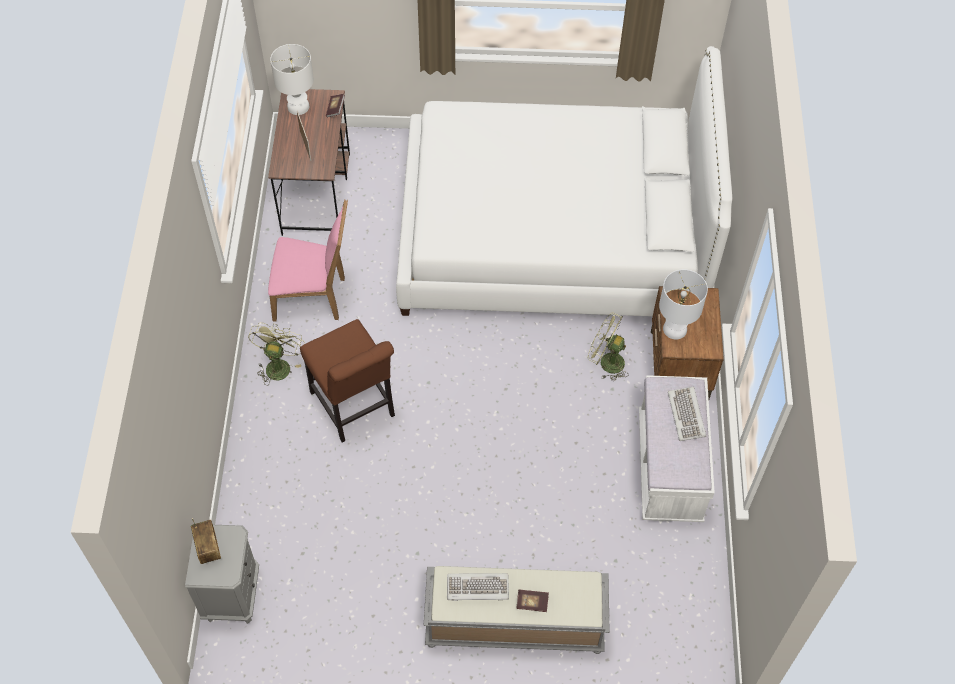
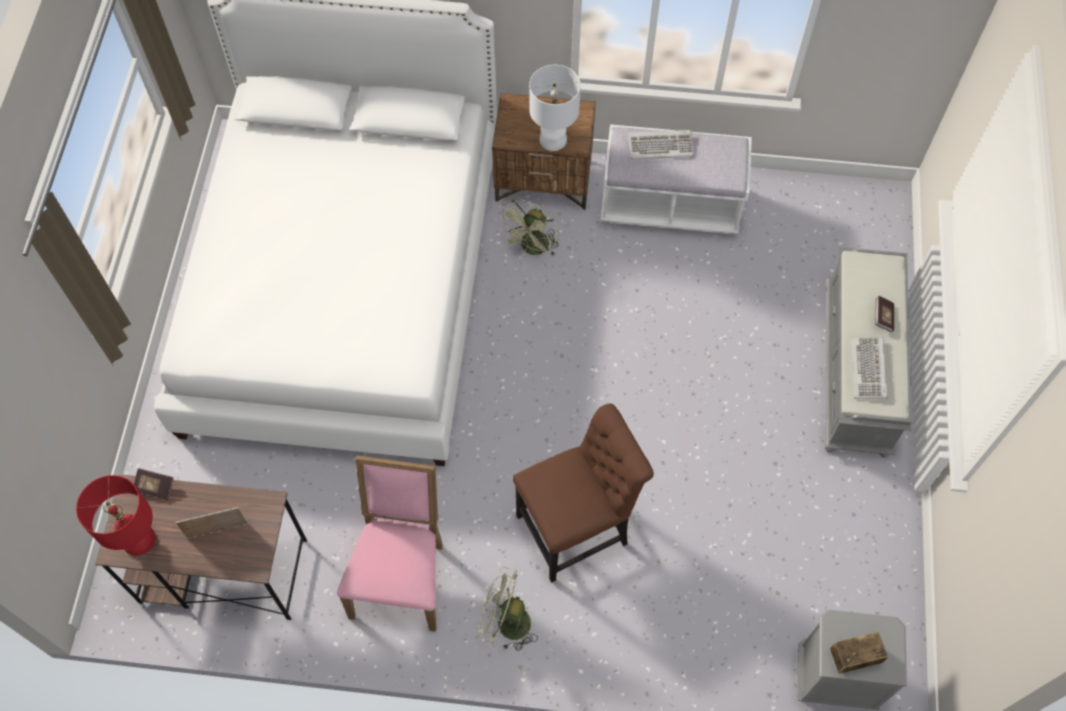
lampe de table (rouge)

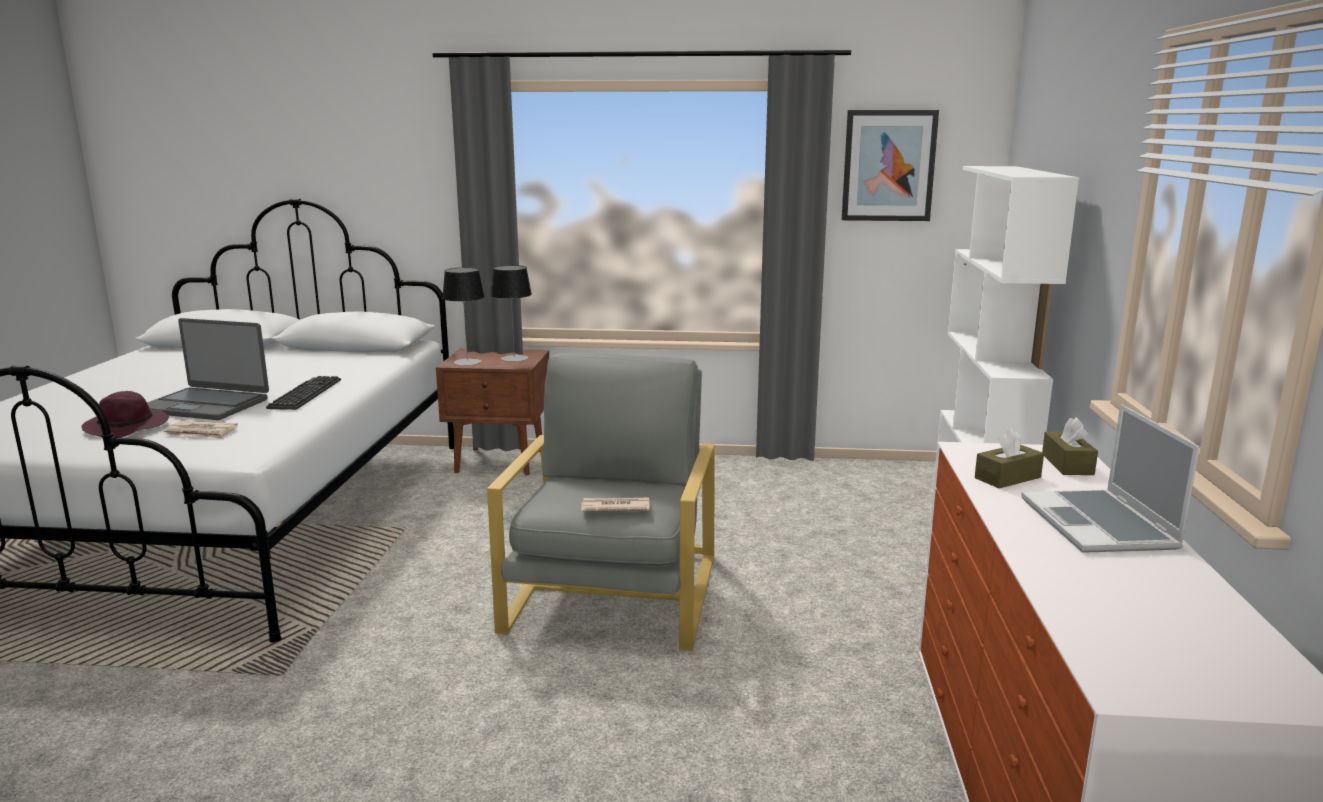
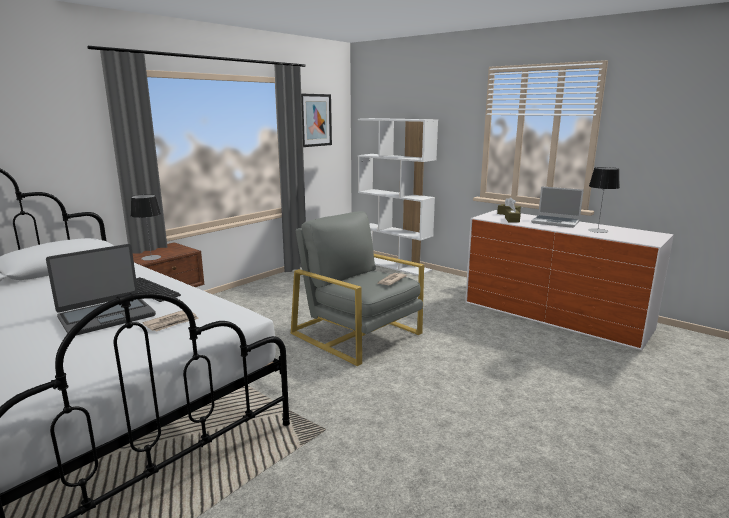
chapeau (violet); lampe de table (no. 2 from left)

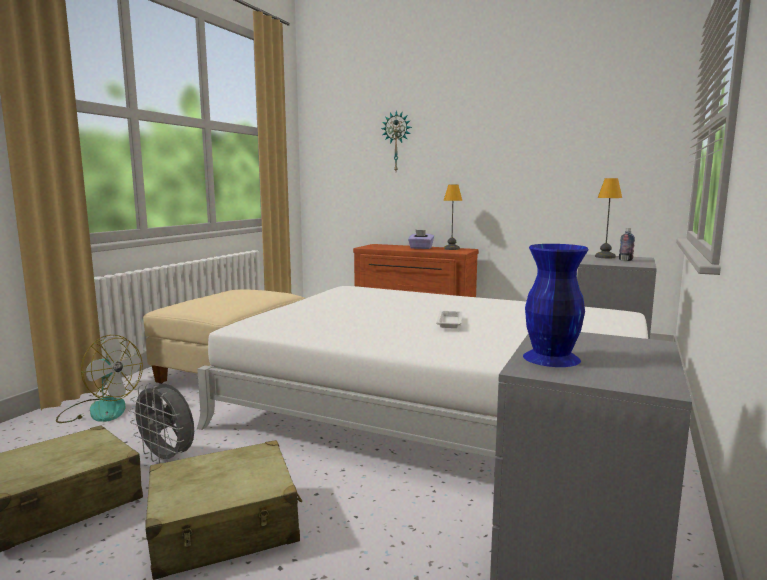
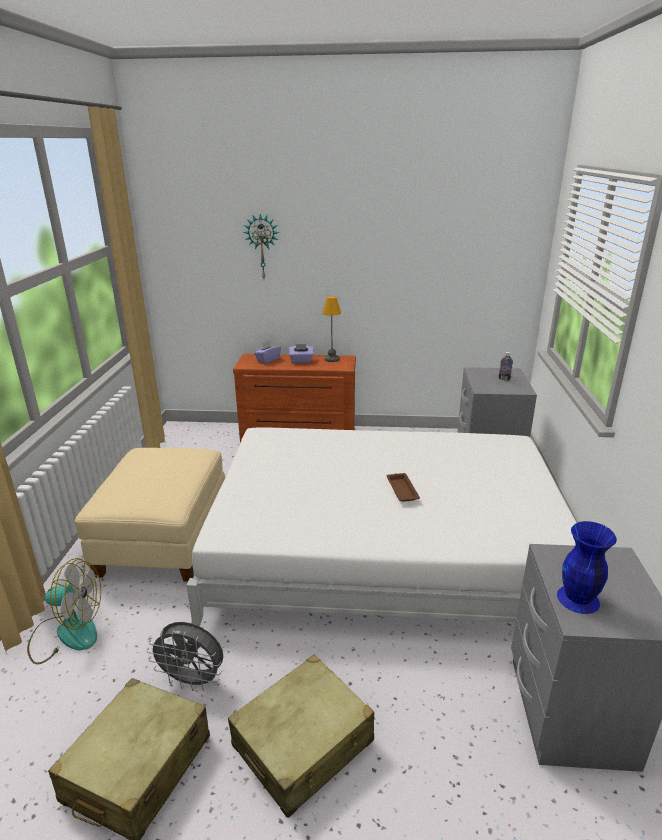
lampe de table (no. 2 from left in the first image); boîte à mouchoirs (violet) (no. 1 from left); plateau (marron)

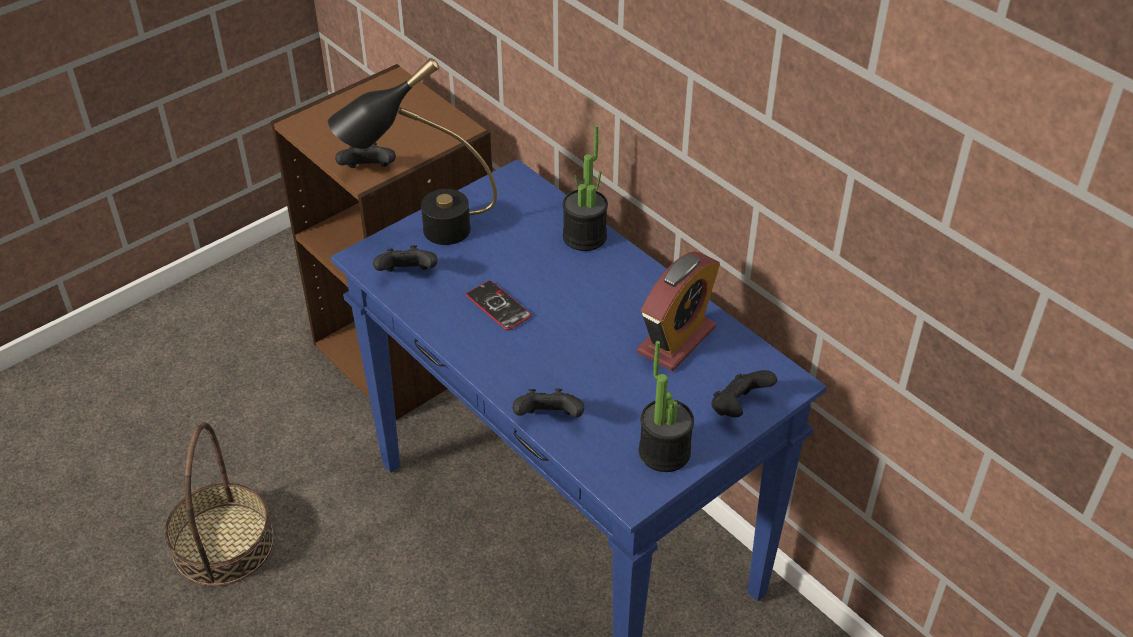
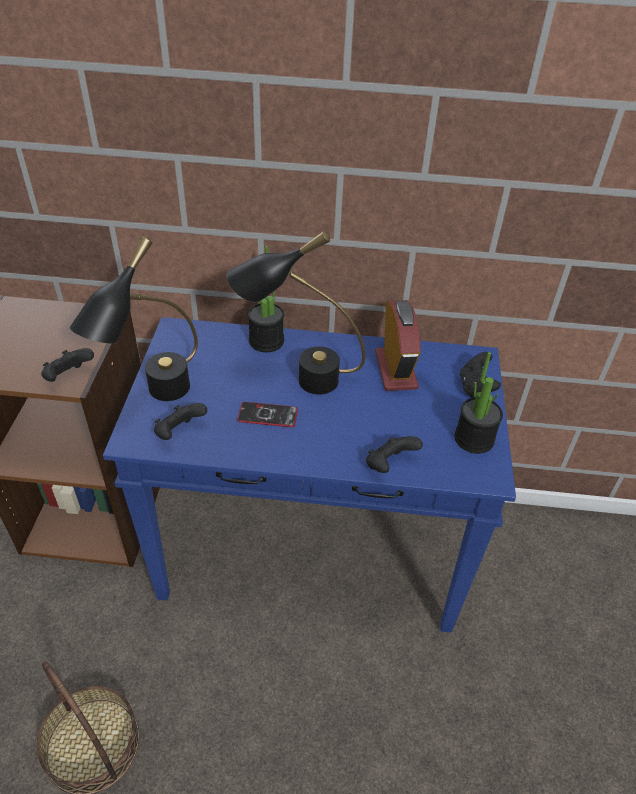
lampe de table (noir) (no. 2 from left)

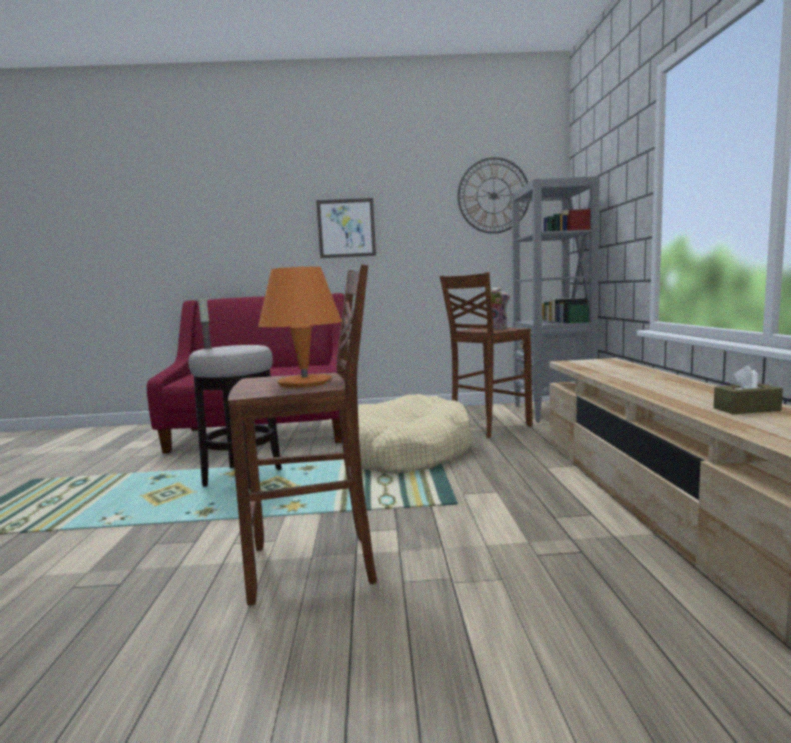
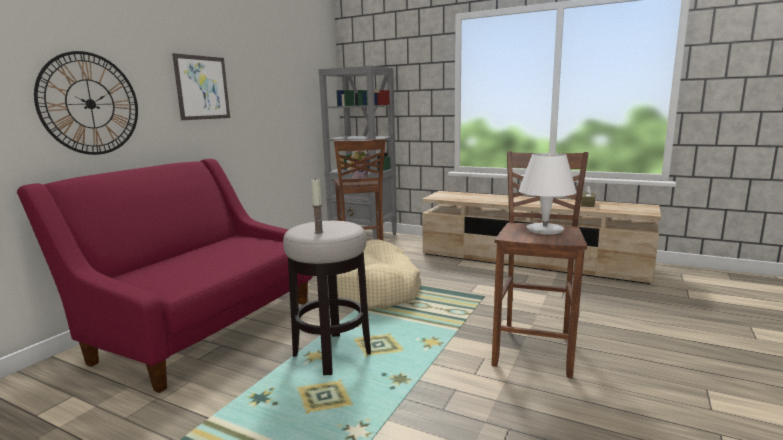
horloge murale; lampe de table (blanc)

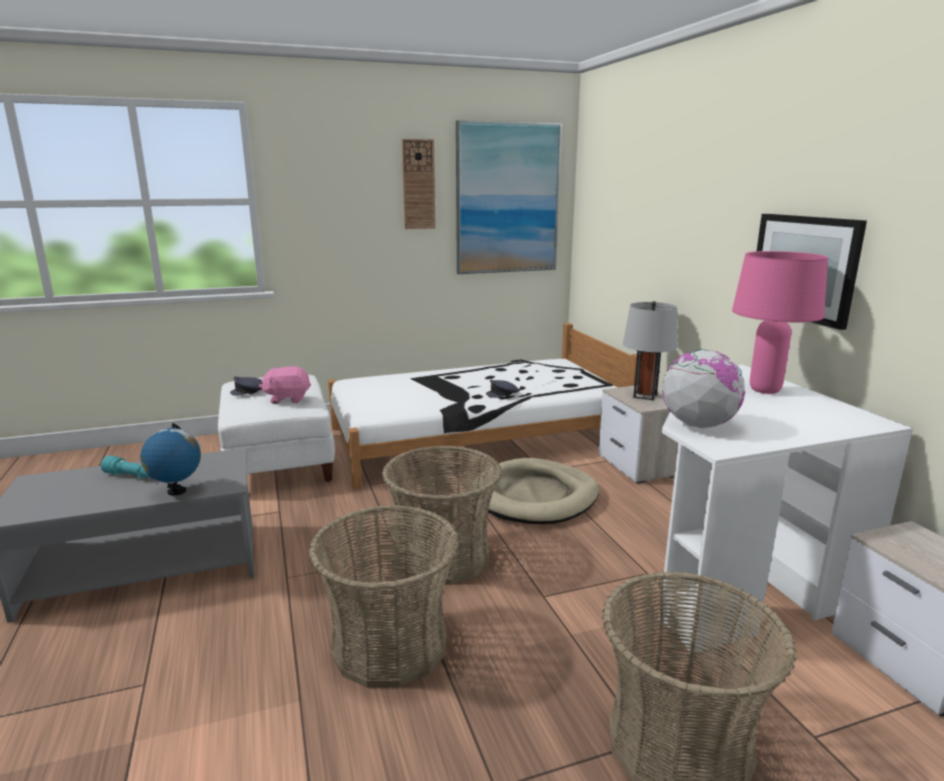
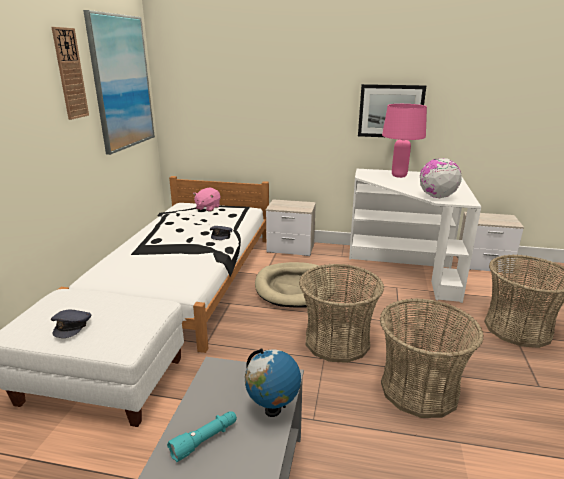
lampe de table (gris); peluche (rose)

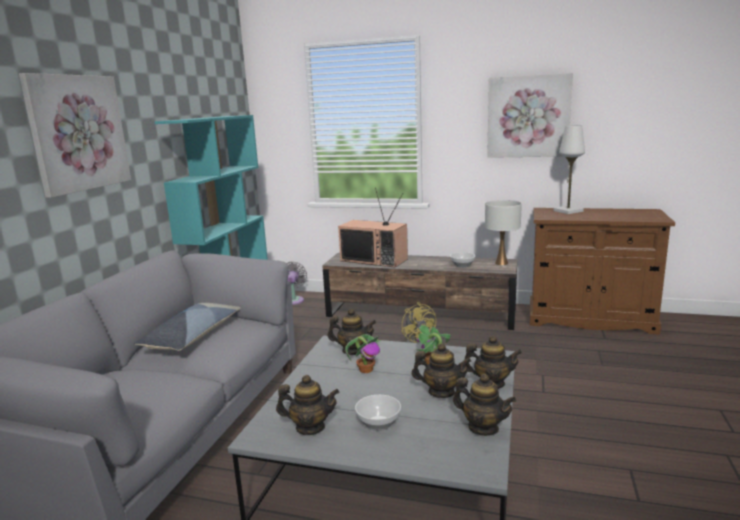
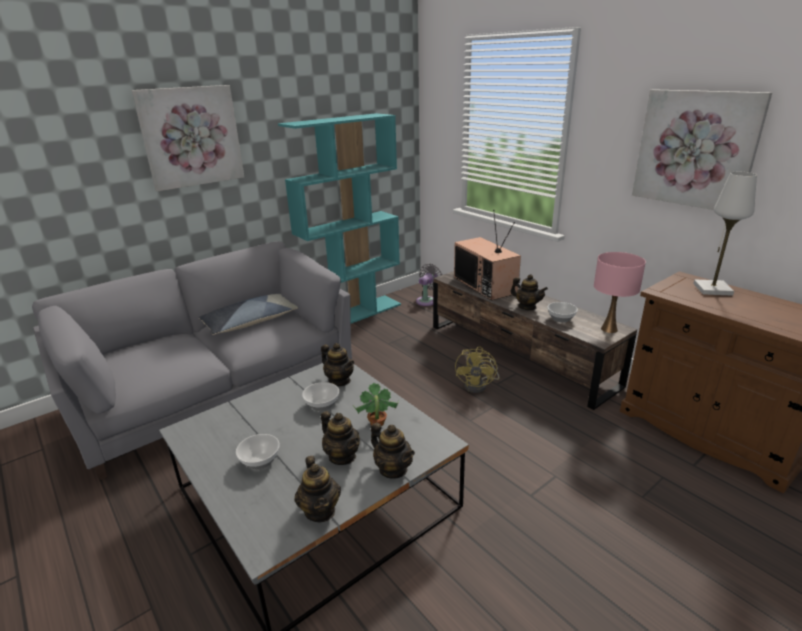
théière (no. 5 from left); bol (no. 2 from left); lampe de table (rose)

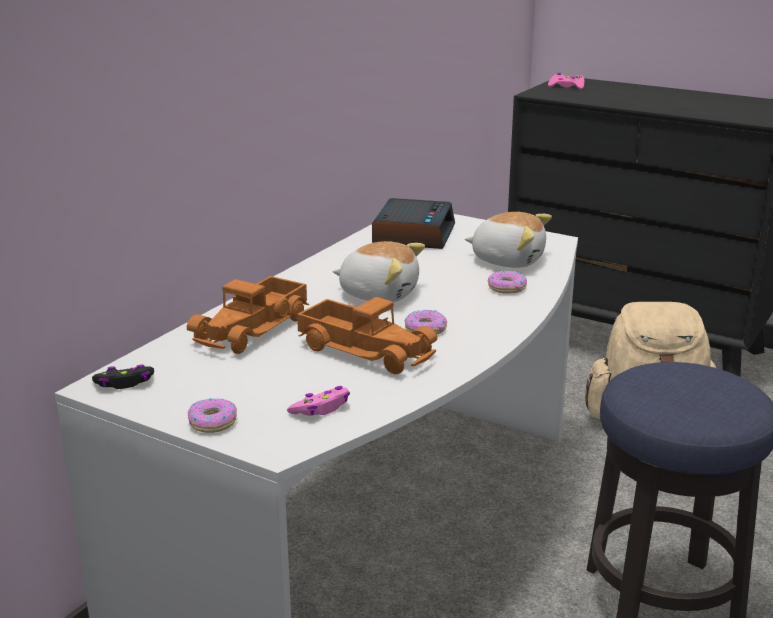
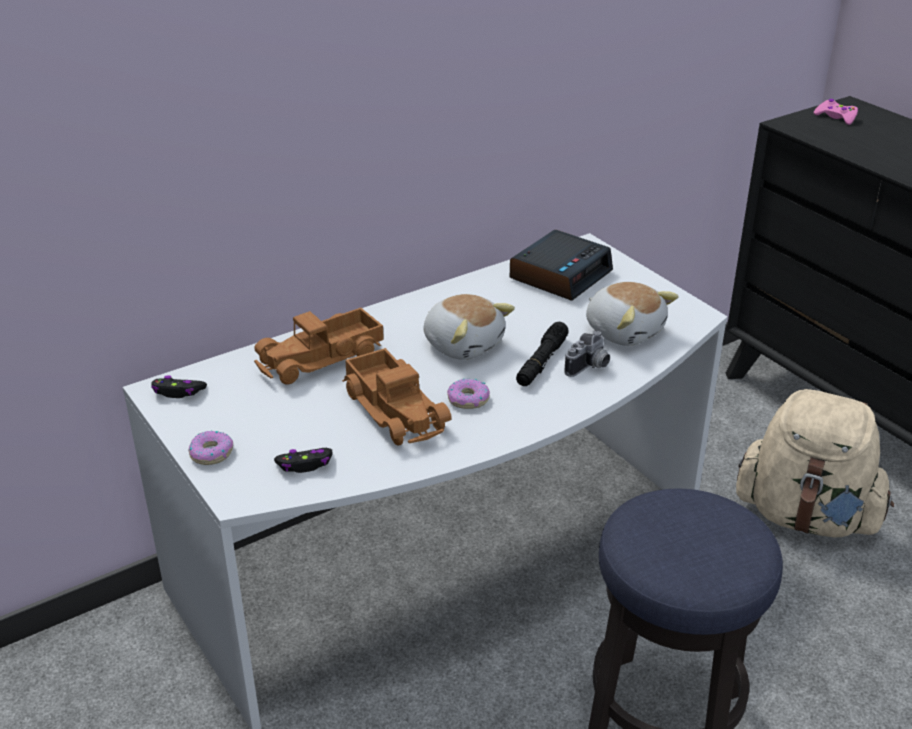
lampe de poche (noir); appareil photo; manette (noir) (no. 2 from left)

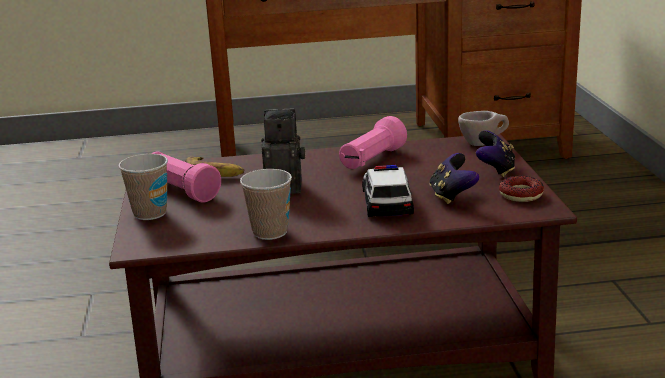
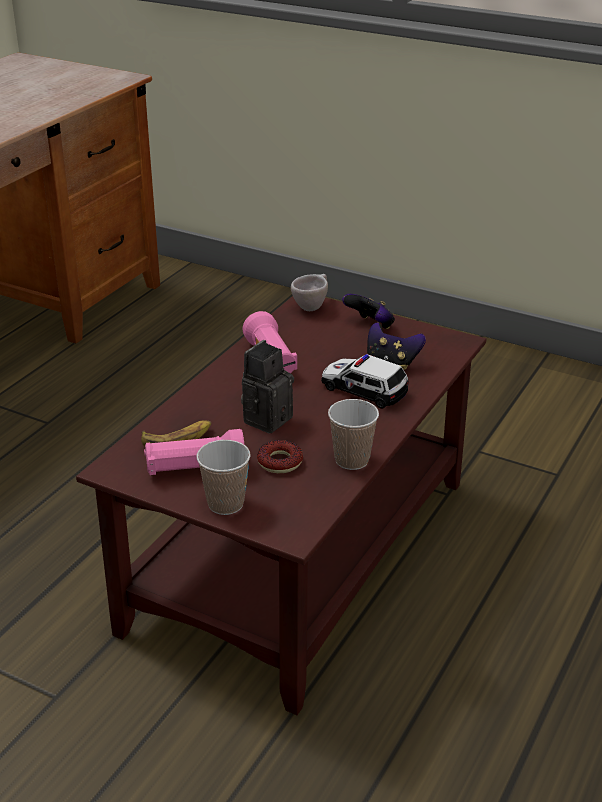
beignet

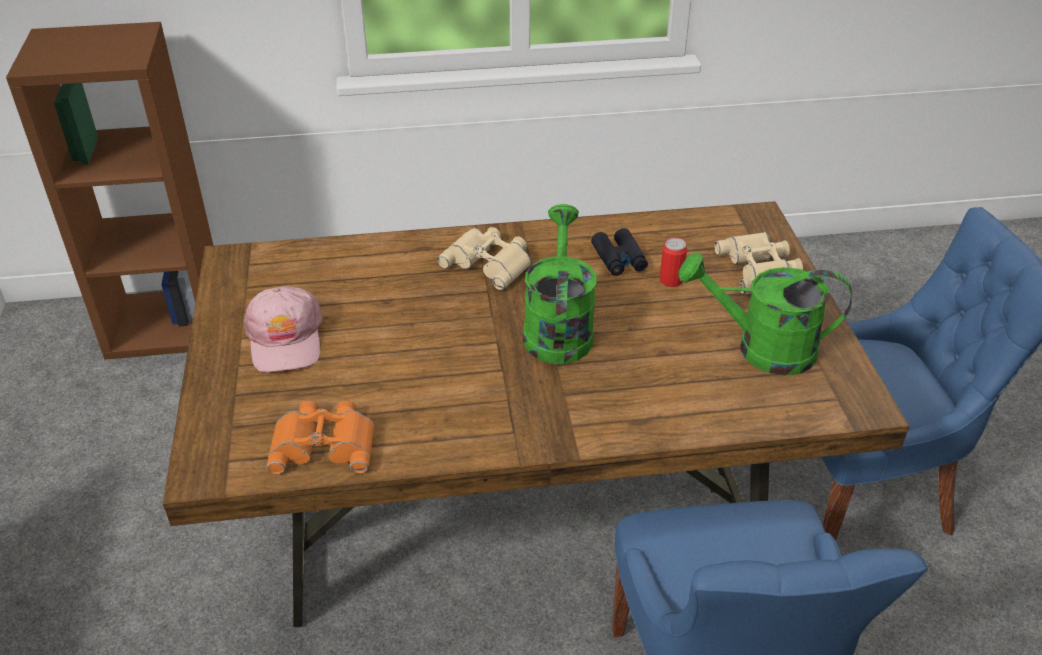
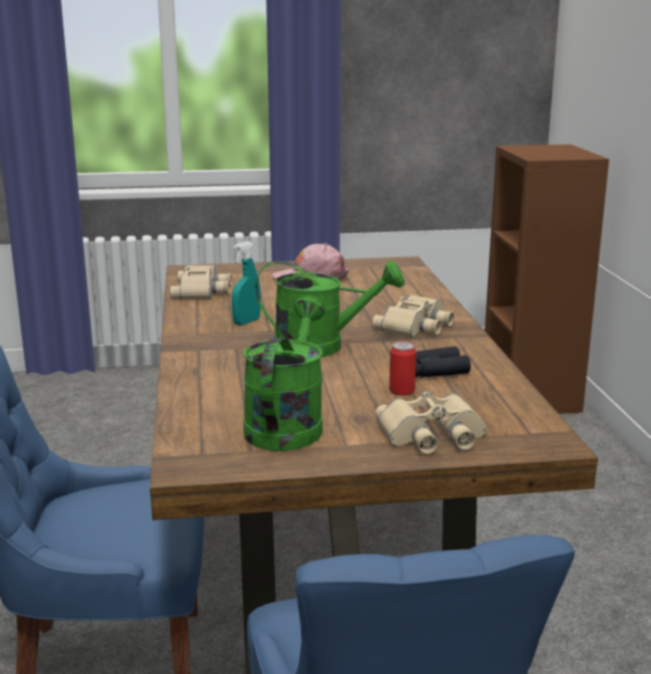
vaporisateur (turquoise); jumelles (beige) (no. 1 from left)

